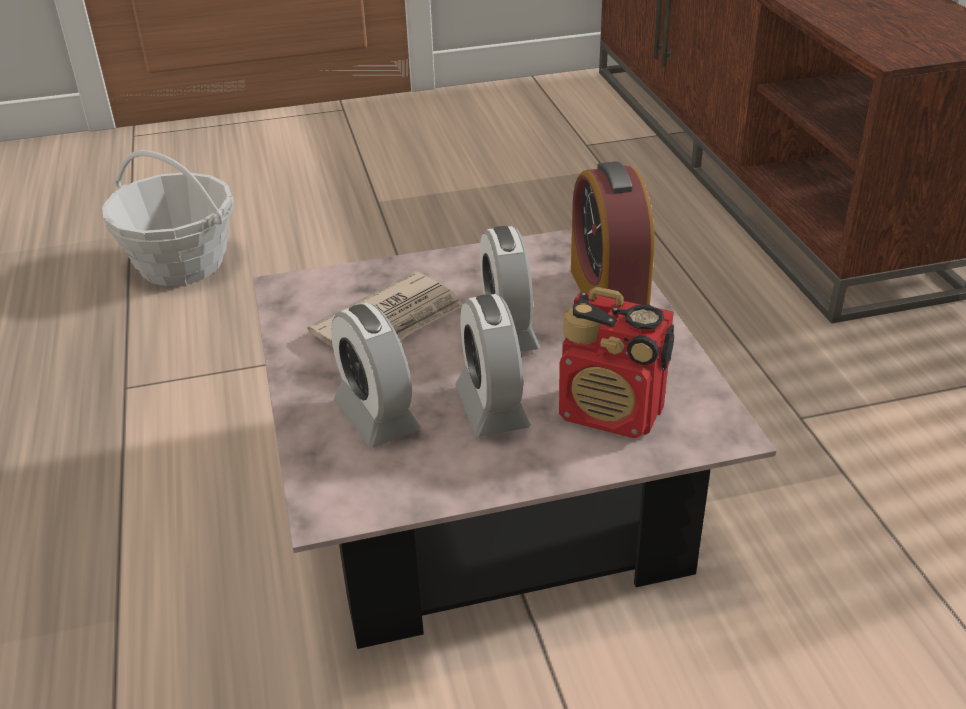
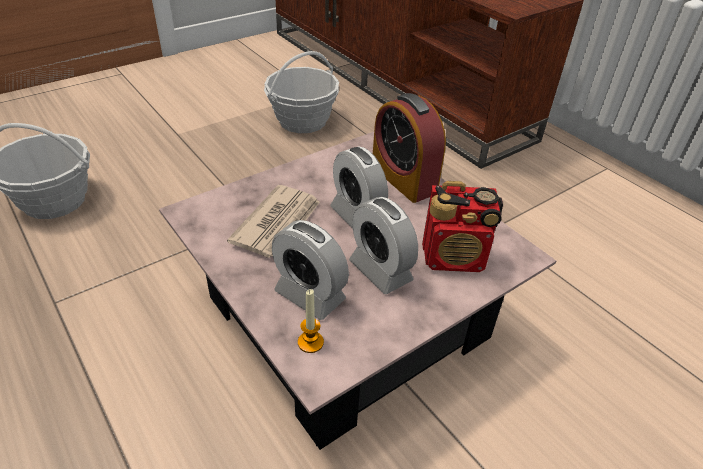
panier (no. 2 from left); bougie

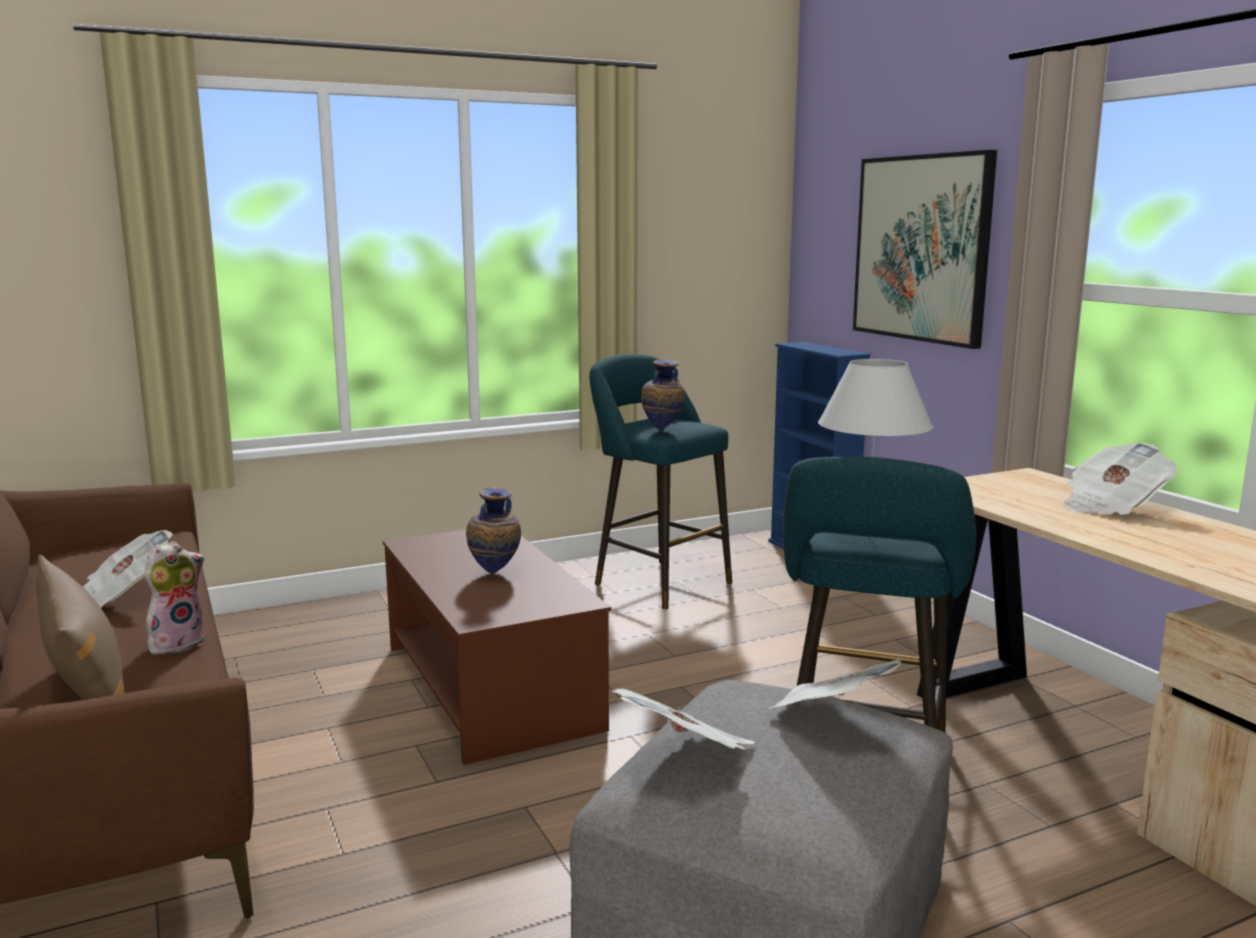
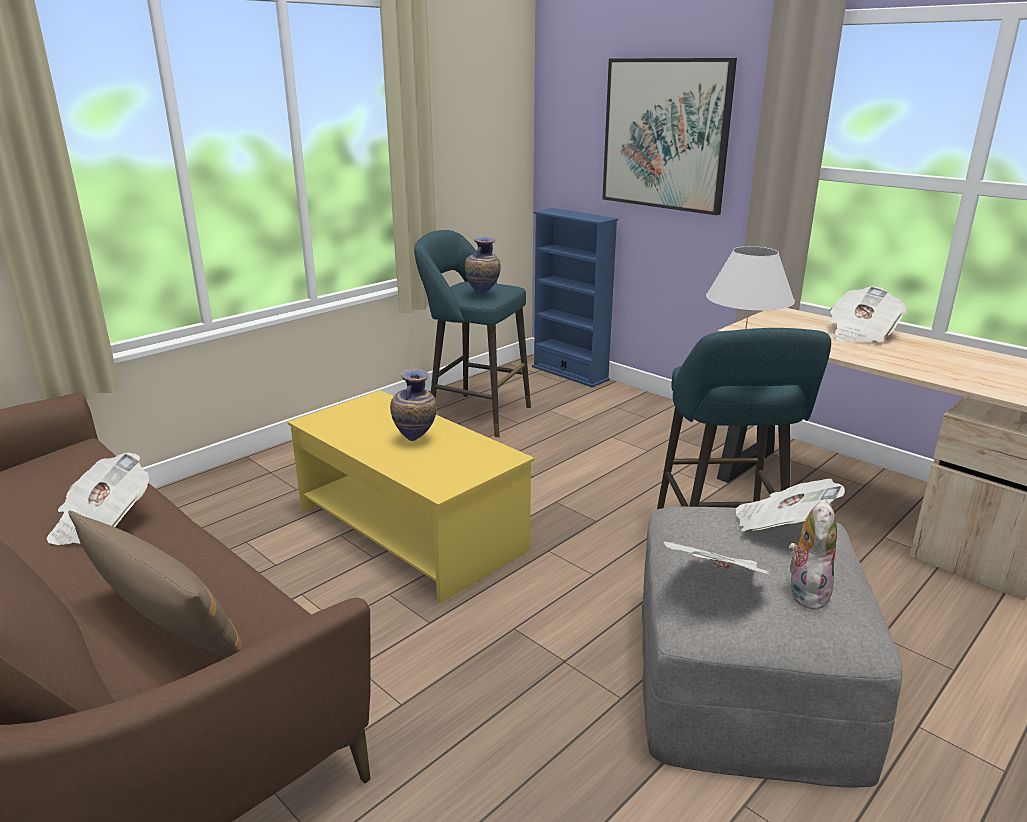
peluche; table basse (jaune)

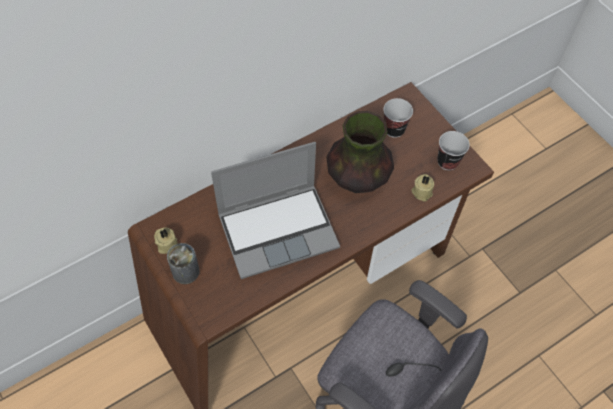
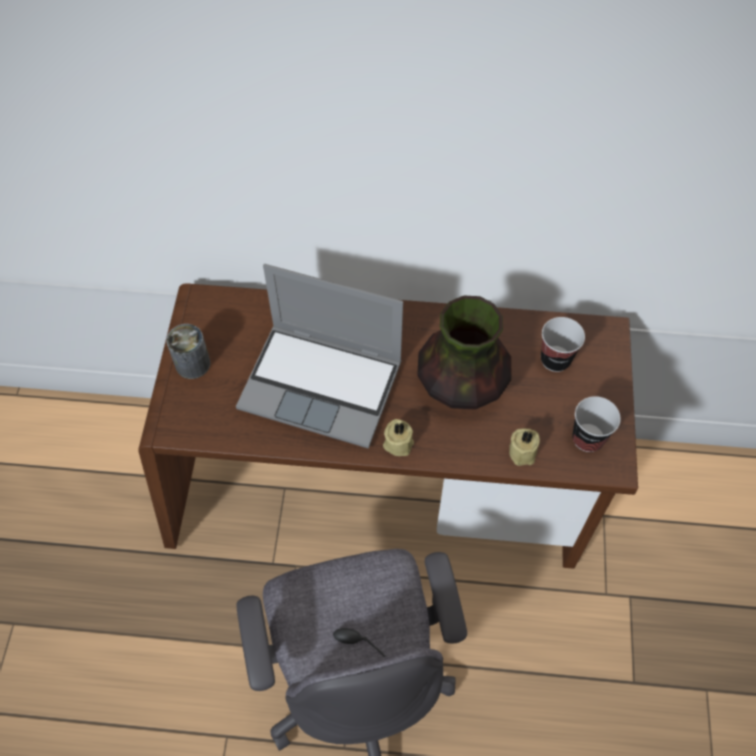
bougie (beige) (no. 1 from left)

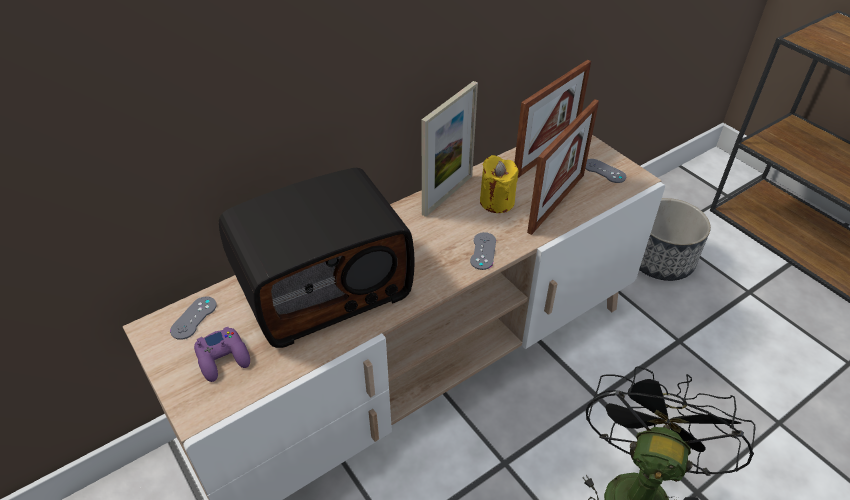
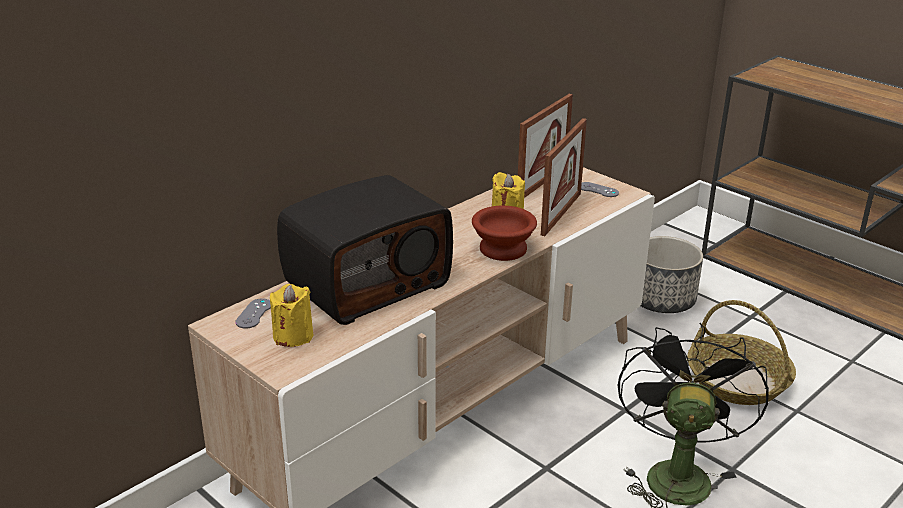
cadre photo (no. 1 from left in the first image); panier; bougie (jaune) (no. 1 from left); bol (marron)

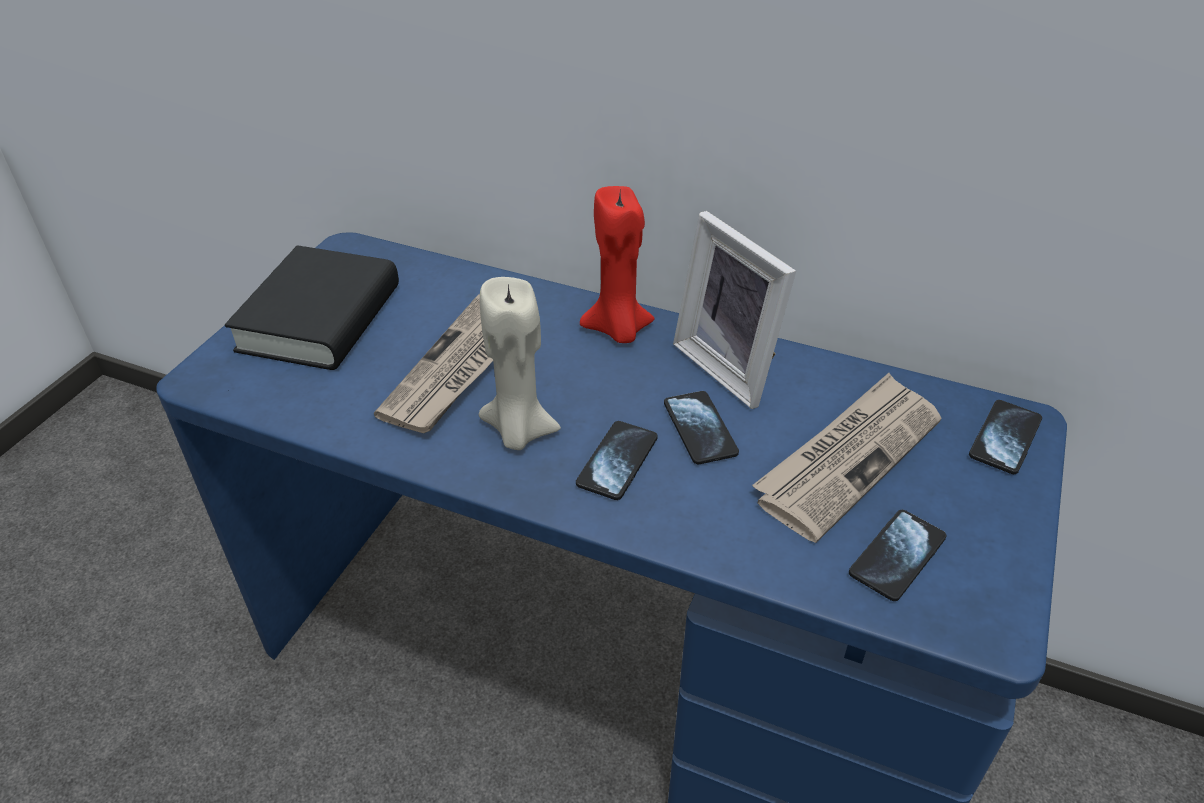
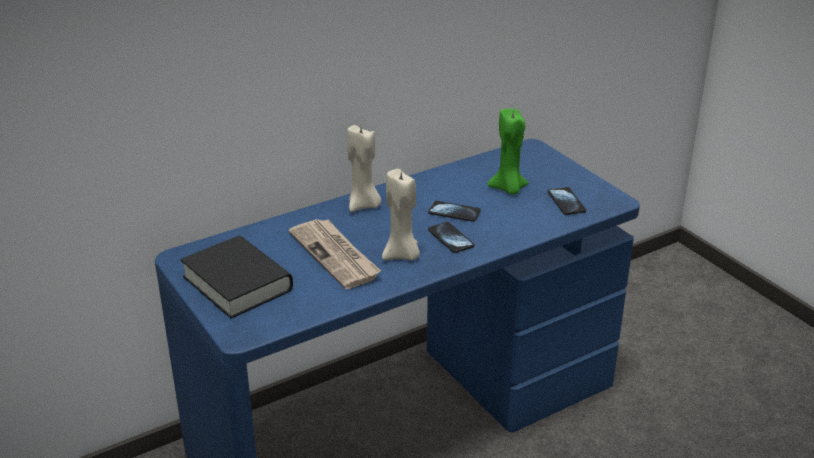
cadre photo; téléphone (no. 4 from left in the first image); bougie (vert); bougie (beige) (no. 1 from left)

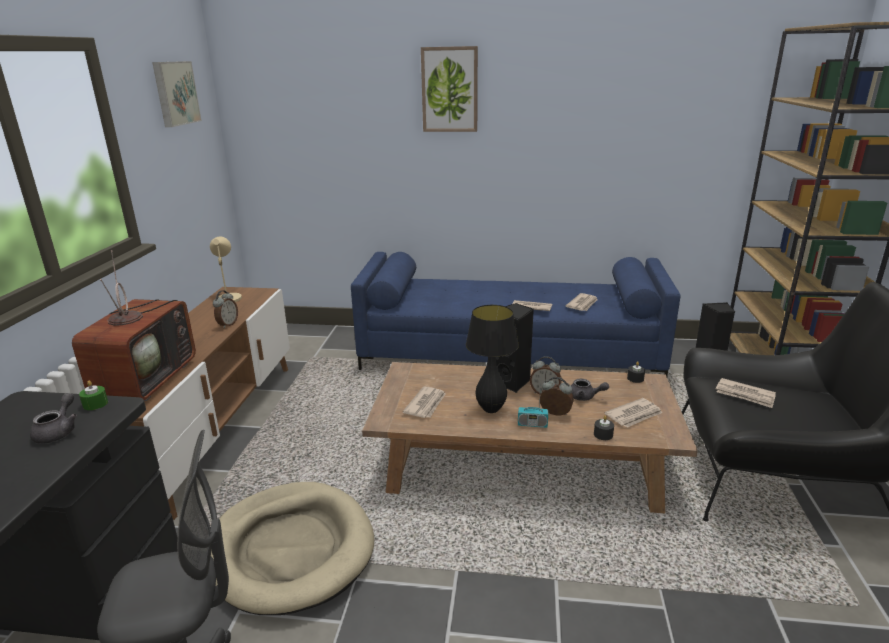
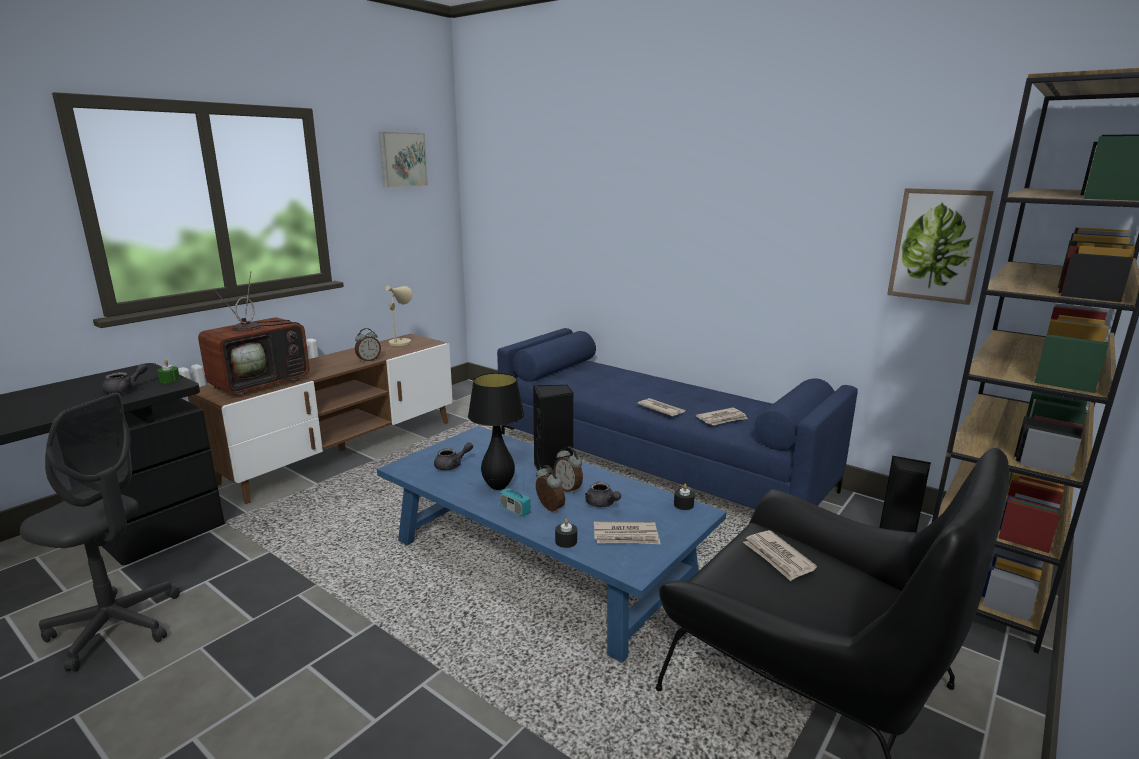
panier pour chien (beige); tableau (no. 2 from left); théière (gris) (no. 2 from left); table basse (bleu)

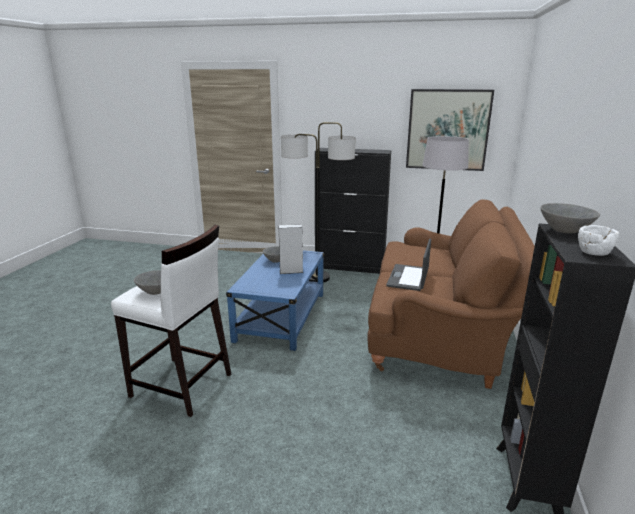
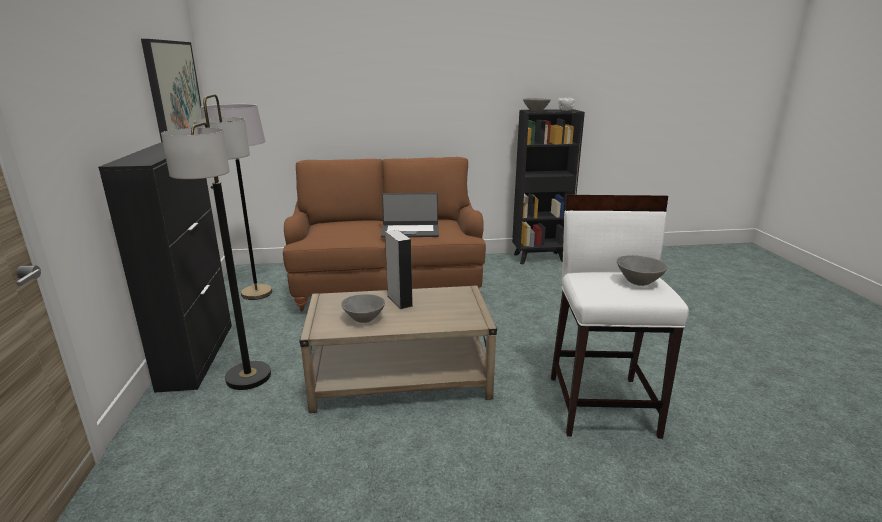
table basse (beige)

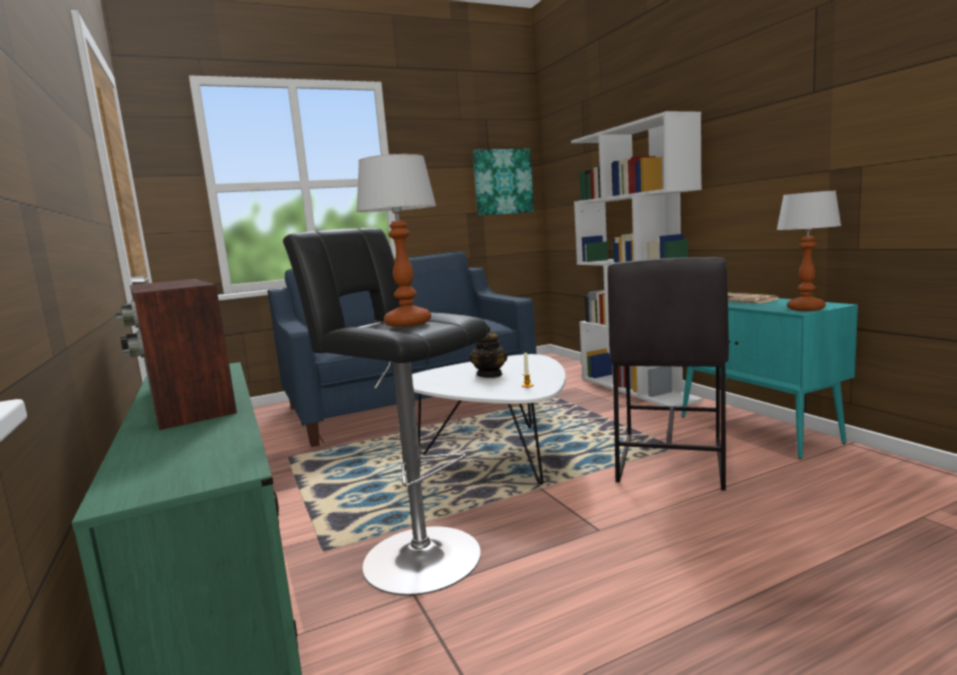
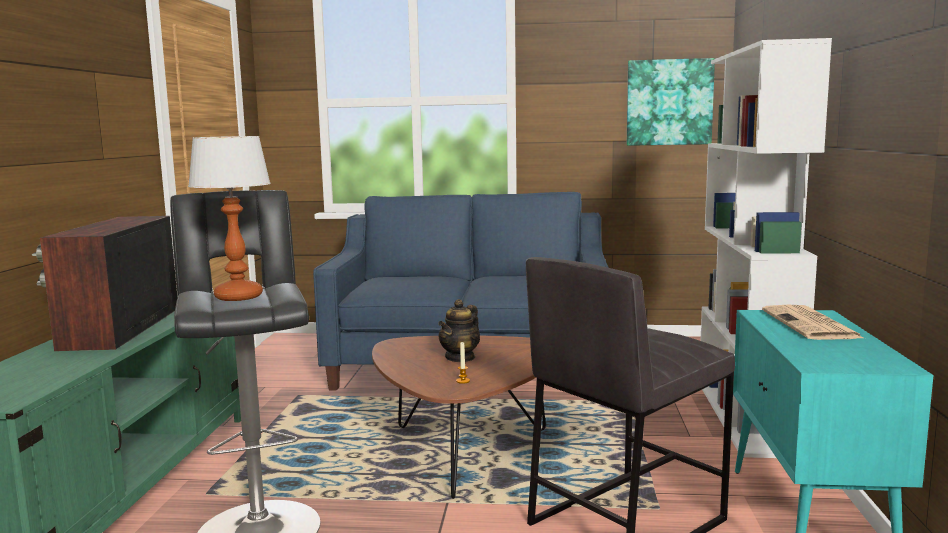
lampe de table (no. 2 from left in the first image); table basse (marron)

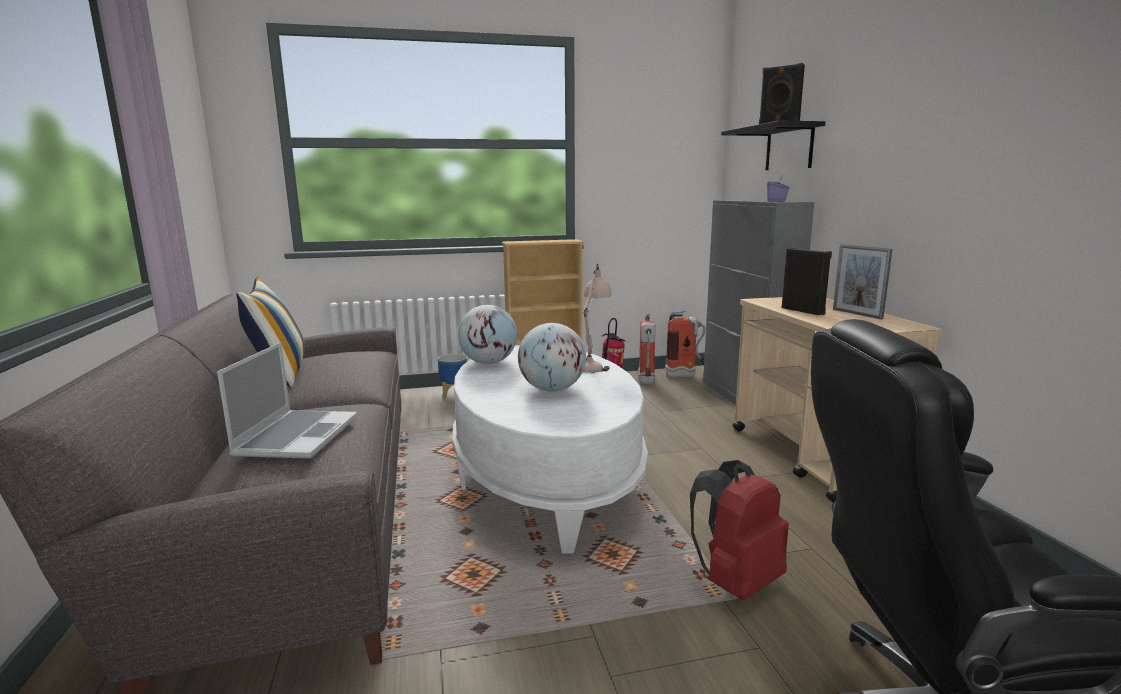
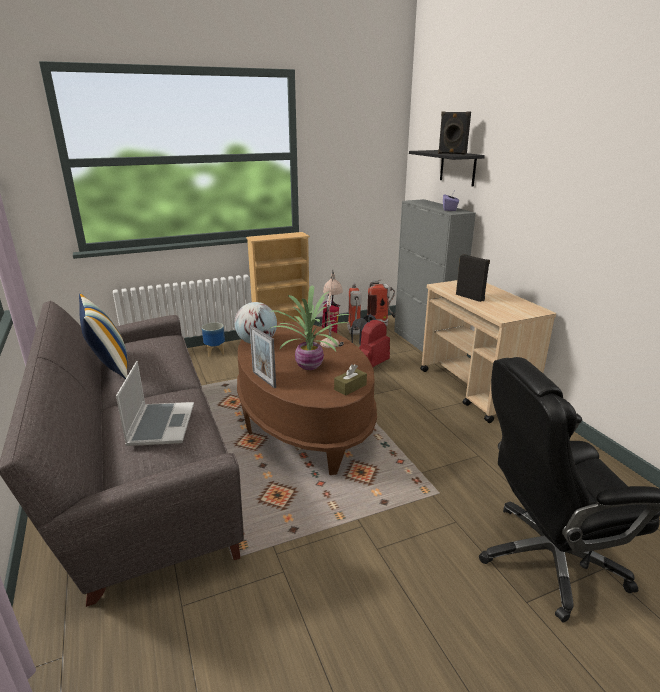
boîte à mouchoirs (marron); sac à dos (rouge); cadre photo; plante en pot; table basse (marron)

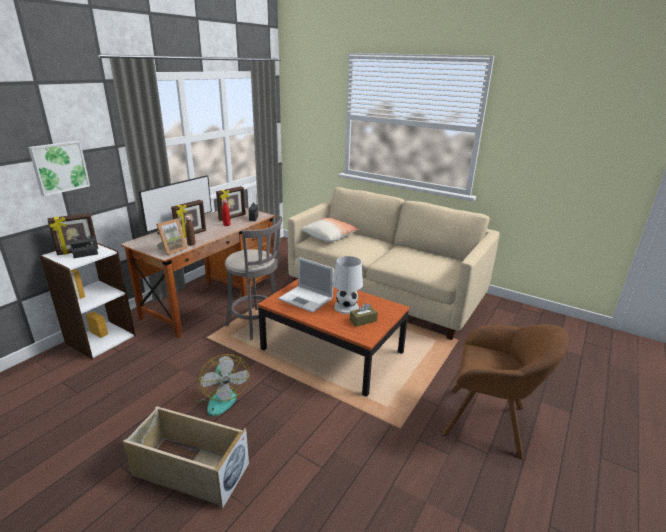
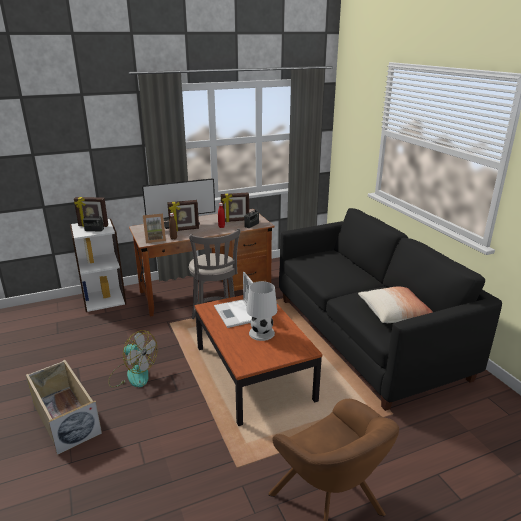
tableau; boîte à mouchoirs (marron); coussin; canapé (noir); ventilateur

